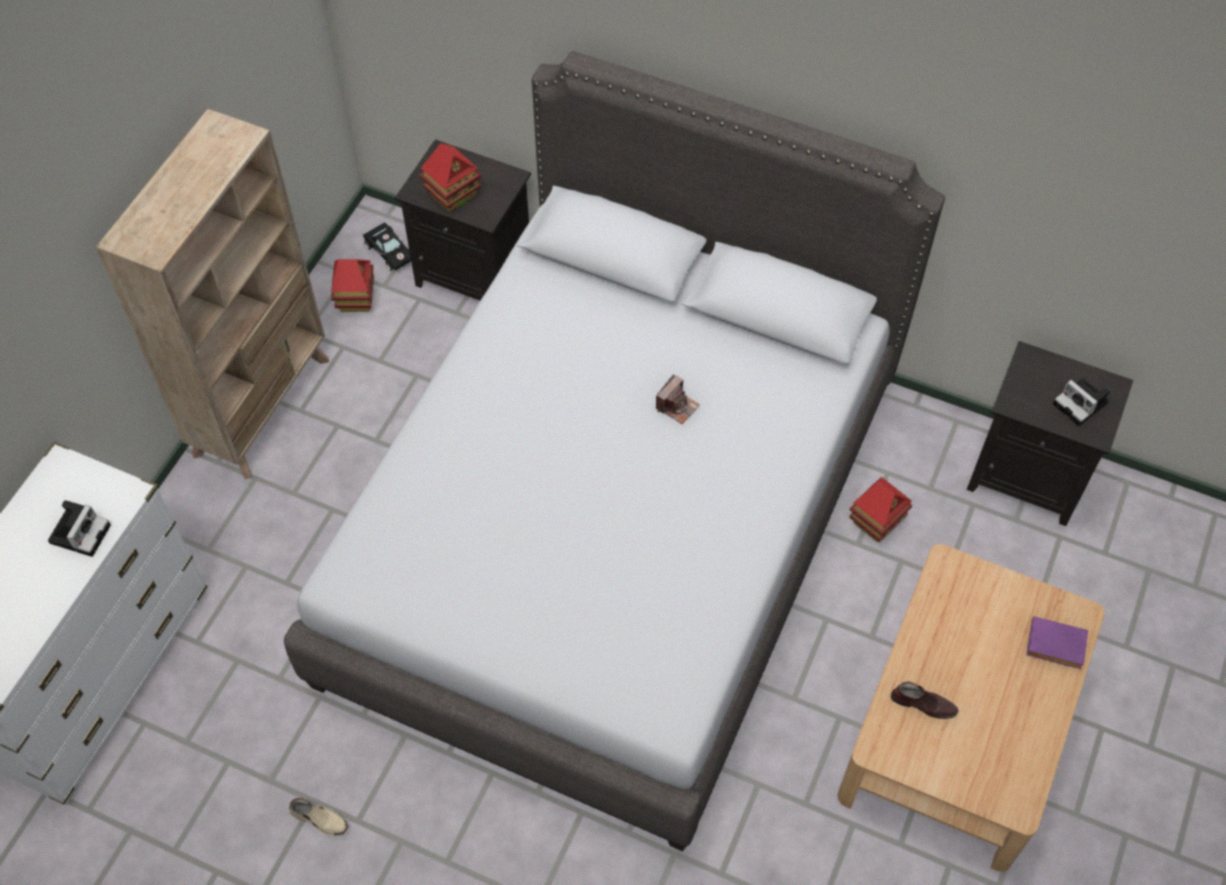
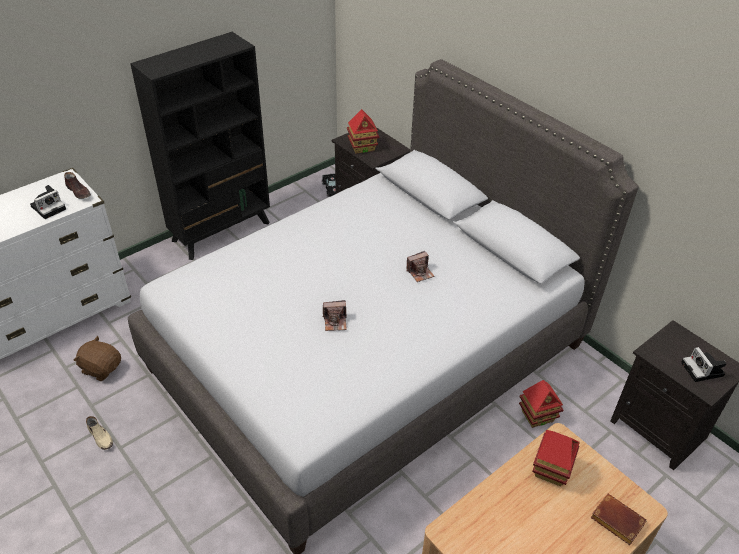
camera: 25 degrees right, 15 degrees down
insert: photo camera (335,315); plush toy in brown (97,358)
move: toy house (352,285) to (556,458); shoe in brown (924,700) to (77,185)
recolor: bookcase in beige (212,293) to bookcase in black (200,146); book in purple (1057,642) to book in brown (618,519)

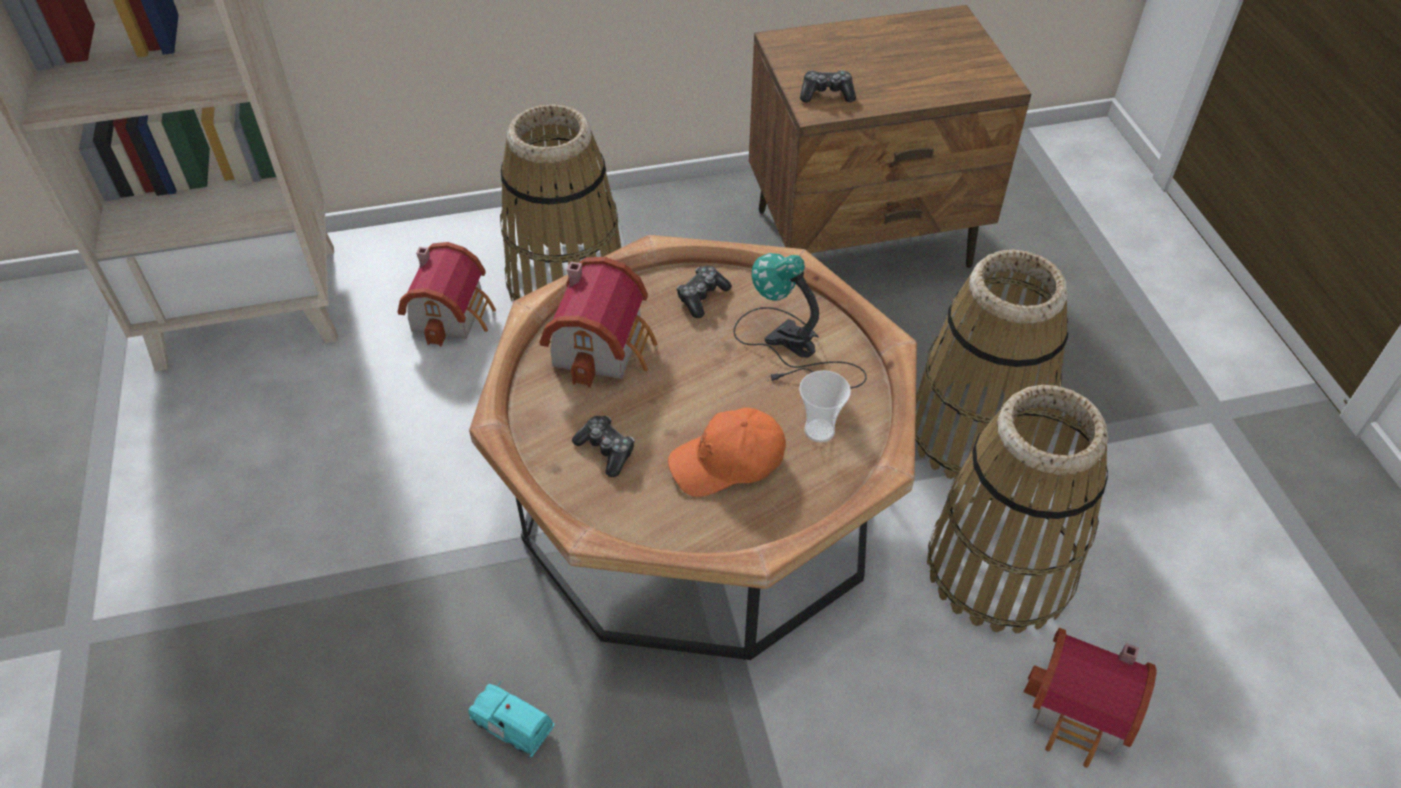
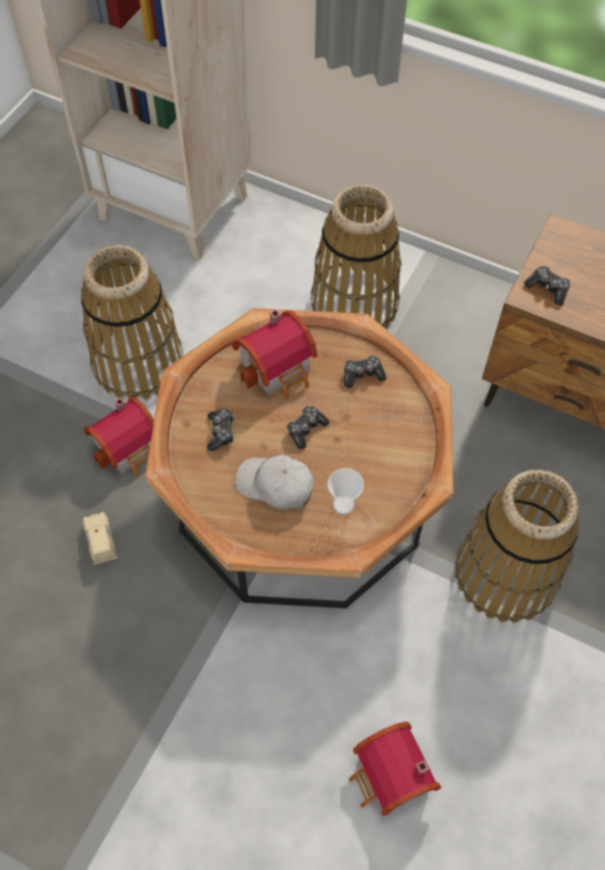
camera: 40 degrees right, 10 degrees up
delete: table lamp (800,321)
insert: game controller (308,427)
move: toy house (447,294) to (119,437); basket (1017,509) to (132,322)
recolor: cap in orange (727,452) to cap in white (275,482); toy car in turquoise (511,719) to toy car in beige (99,538)

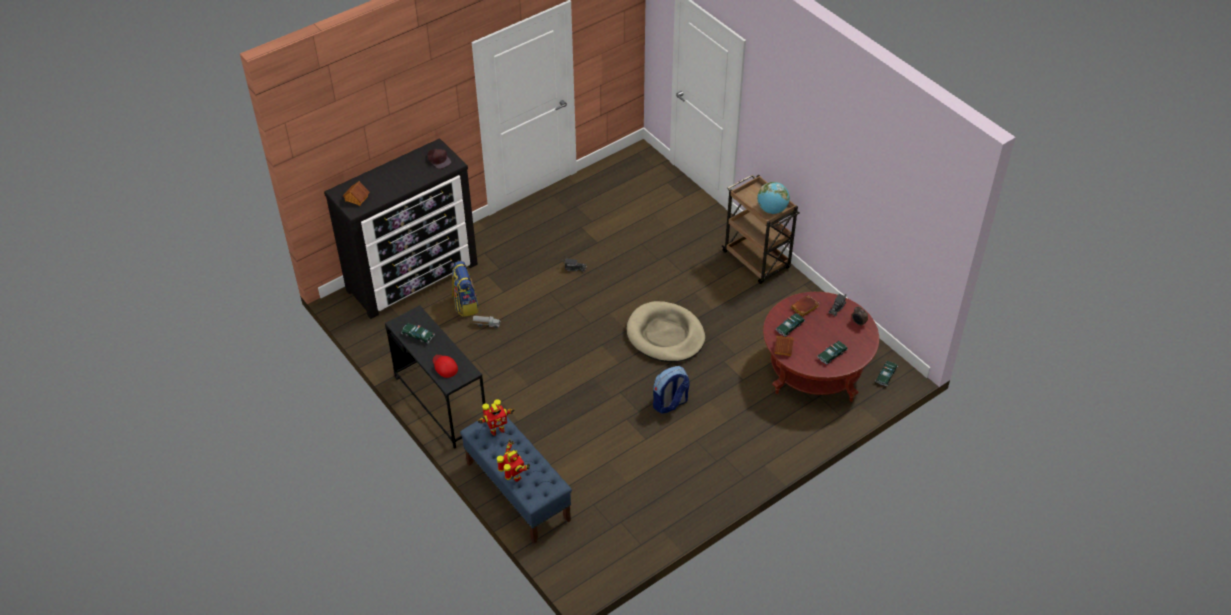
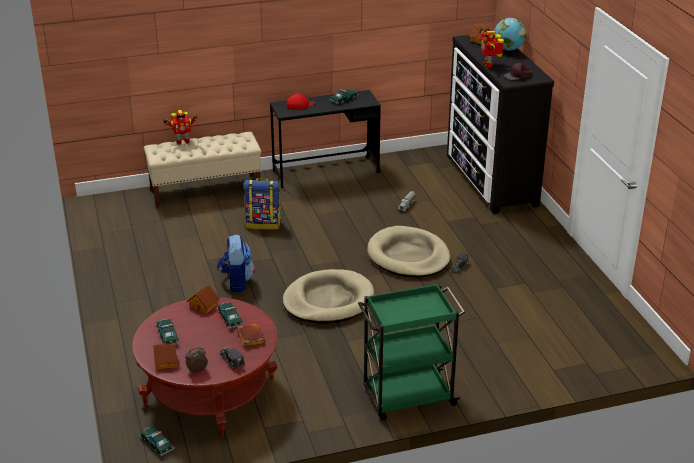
camera: 110 degrees right, 15 degrees down
insert: dog bed in beige (409,252); toy house (165,356)
move: globe (773,198) to (510,34); backpack (465,289) to (262,204); toy robot (496,417) to (491,48)
recolor: cart in brown (761,229) to cart in green (411,351); bench in blue (516,480) to bench in beige (202,169)

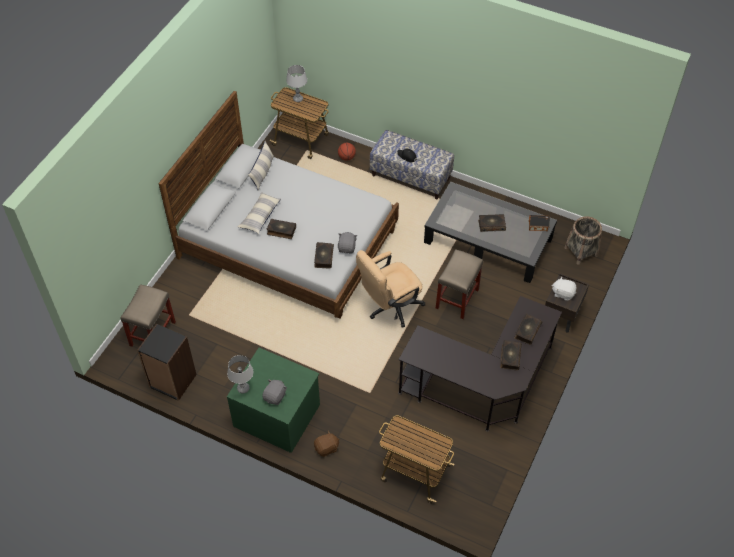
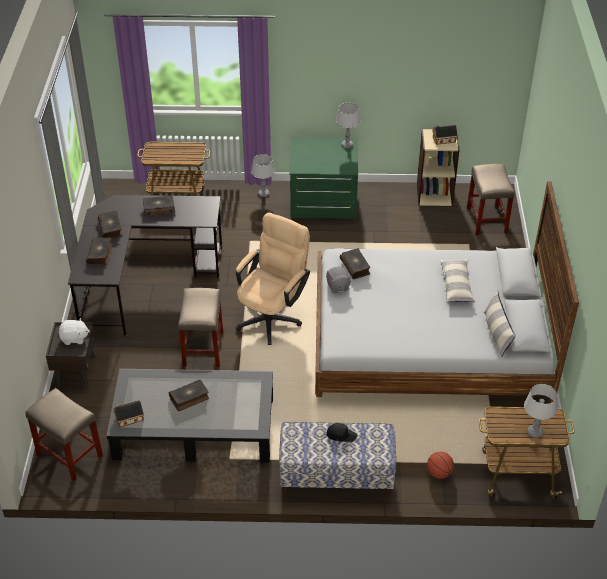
camera: 155 degrees right, 10 degrees down
delete: plush toy in grey (274,392)
insert: toy house (445,134)
move: book (281,228) to (159,205)
replace: basket (583,240) to stool in beige (64,434); plush toy in brown (327,443) to table lamp in grey (263,175)
recolor: bookcase in black (167,362) to bookcase in beige (438,167)

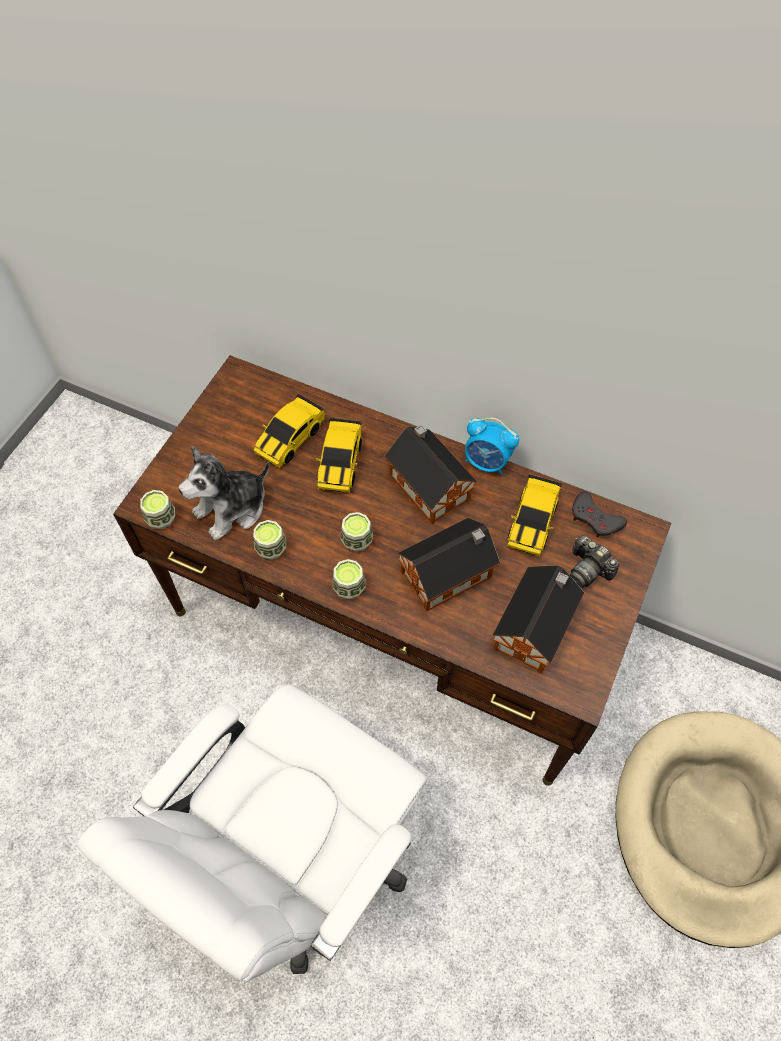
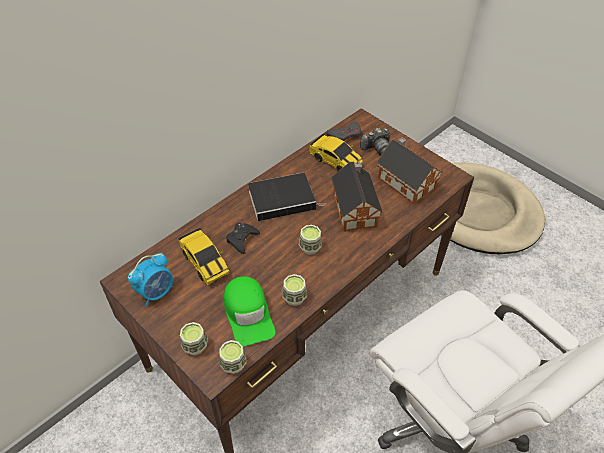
camera: 70 degrees left, 10 degrees down
move: alarm clock (492,446) to (150,279); cup (349,579) to (194,338)
replace: toy car (339,455) to game controller in black (243,238); toy house (430,474) to book (285,197); plush toy (224,493) to cap in green (249,311)

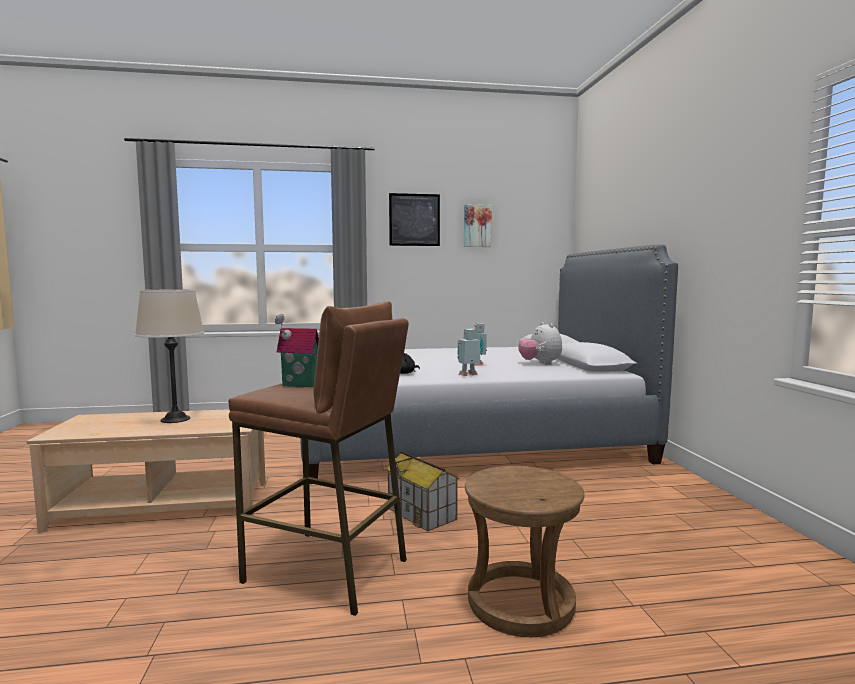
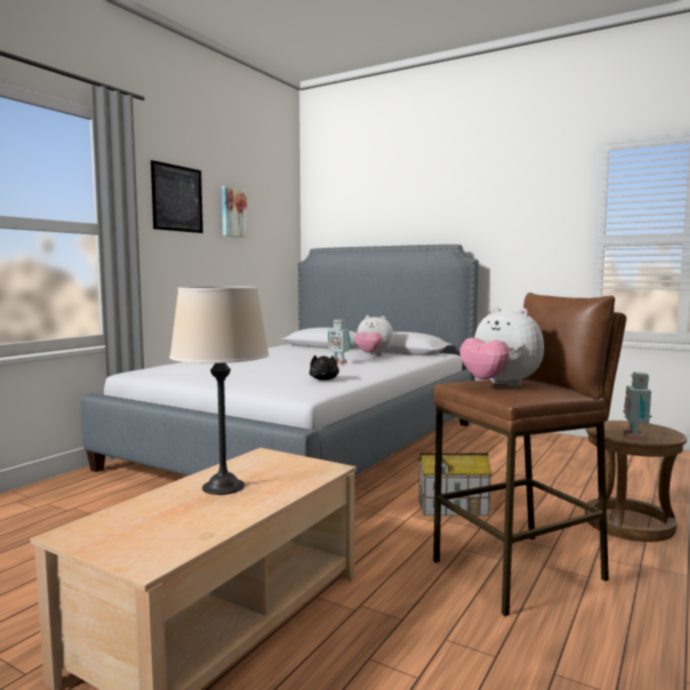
camera: 50 degrees left, 0 degrees up
move: toy robot (469,352) to (637,406)
replace: toy house (297,350) to plush toy (502,347)

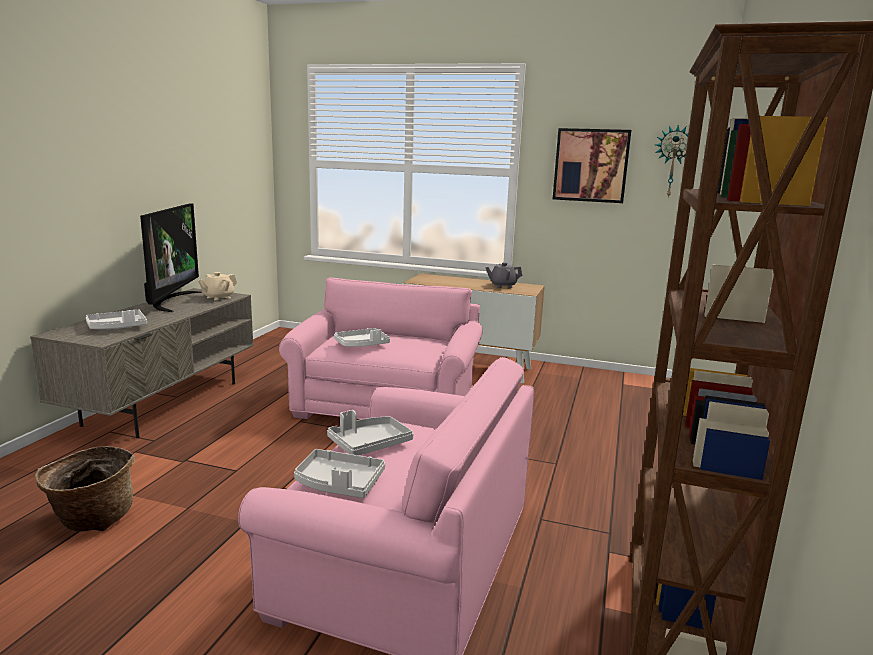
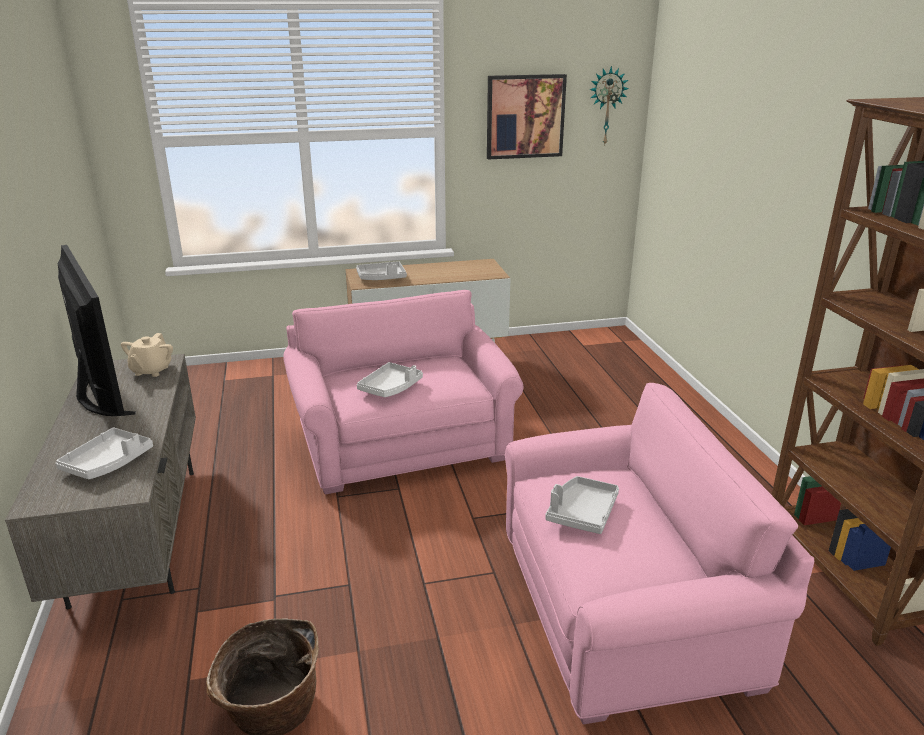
camera: 30 degrees left, 10 degrees up
delete: teapot in grey (503,275)
move: tray in grey (339,473) to (381,270)

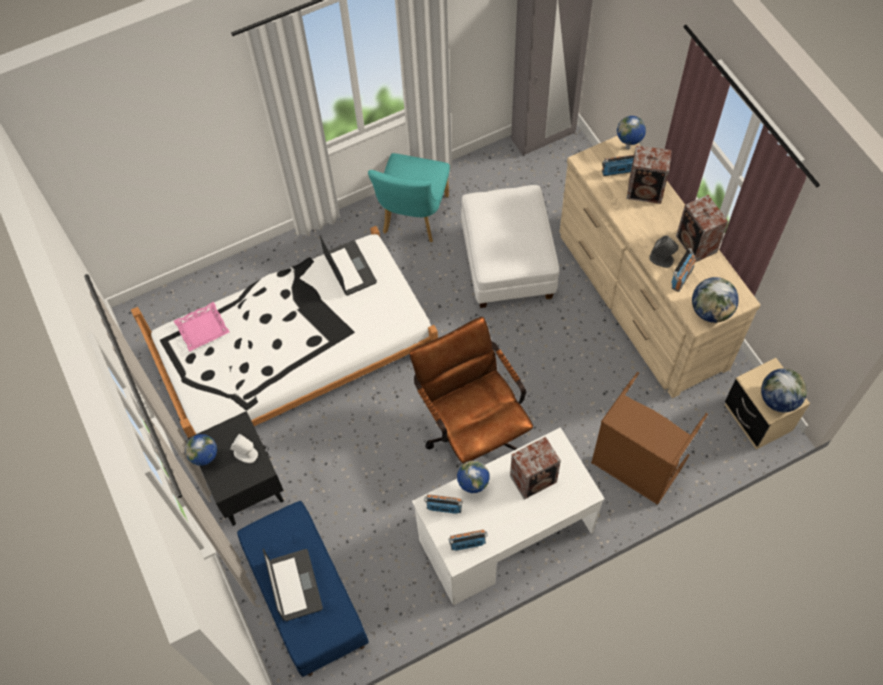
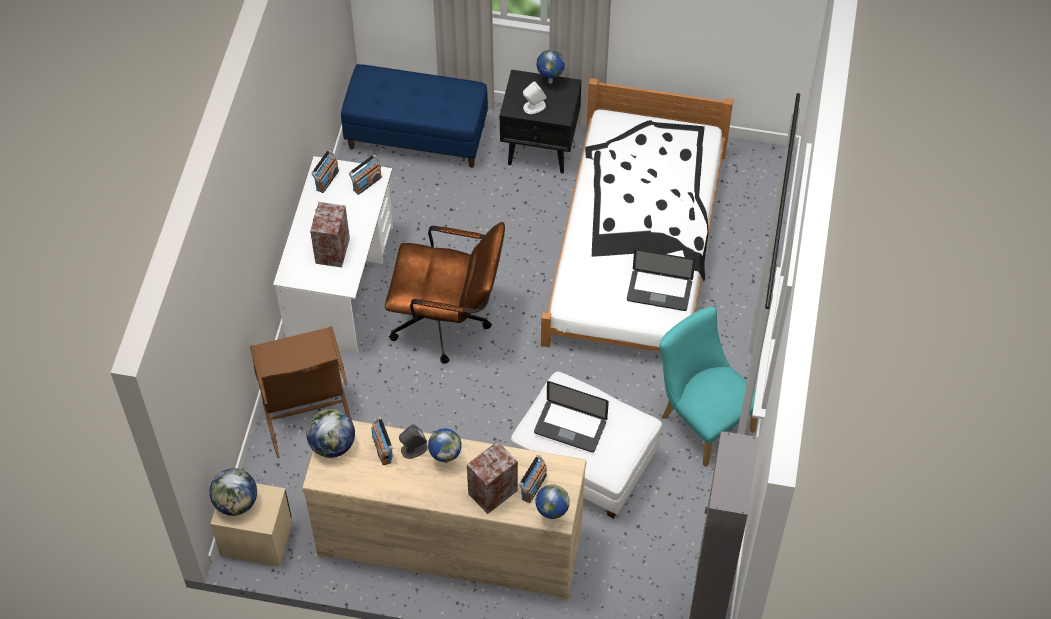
camera: 125 degrees right, 5 degrees down
delete: speaker (702,228); tray in pink (202,327)
move: globe (473,476) to (445,445); laptop (293,584) to (571,417)

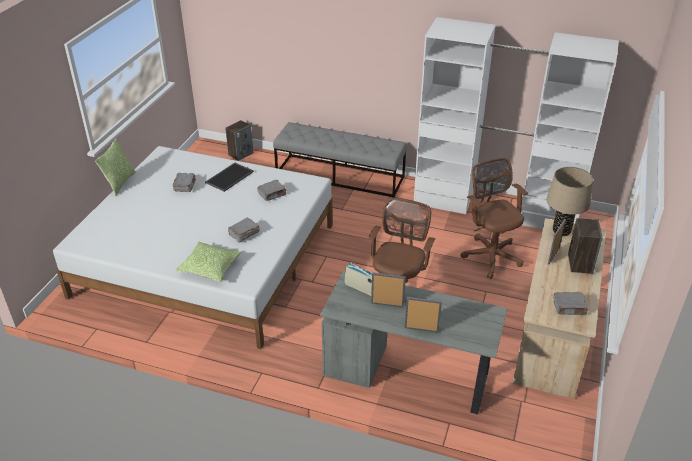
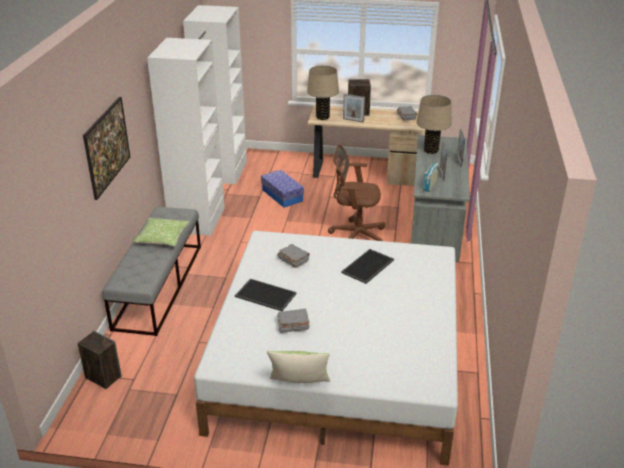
camera: 100 degrees left, 5 degrees down
insert: table lamp in beige (434,124); picture (106,148)
move: pillow (208,262) to (161,232)
replace: office chair in brown (494,218) to storage box (282,189); book in grey (244,230) to tray (367,266)

